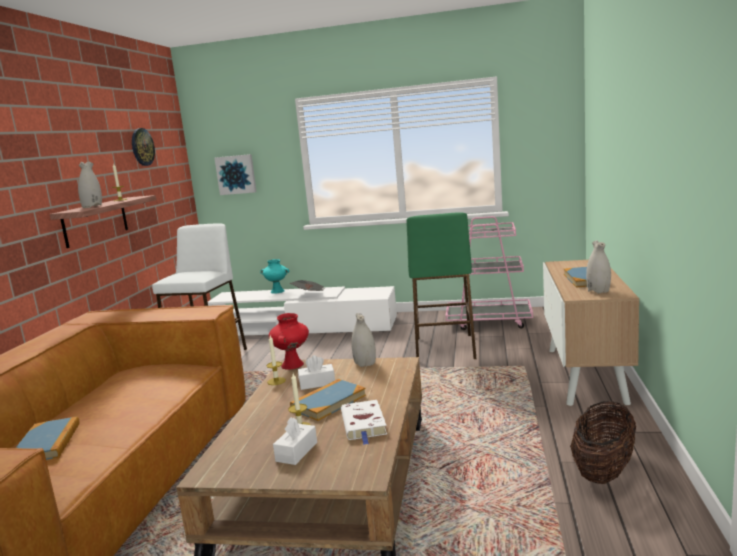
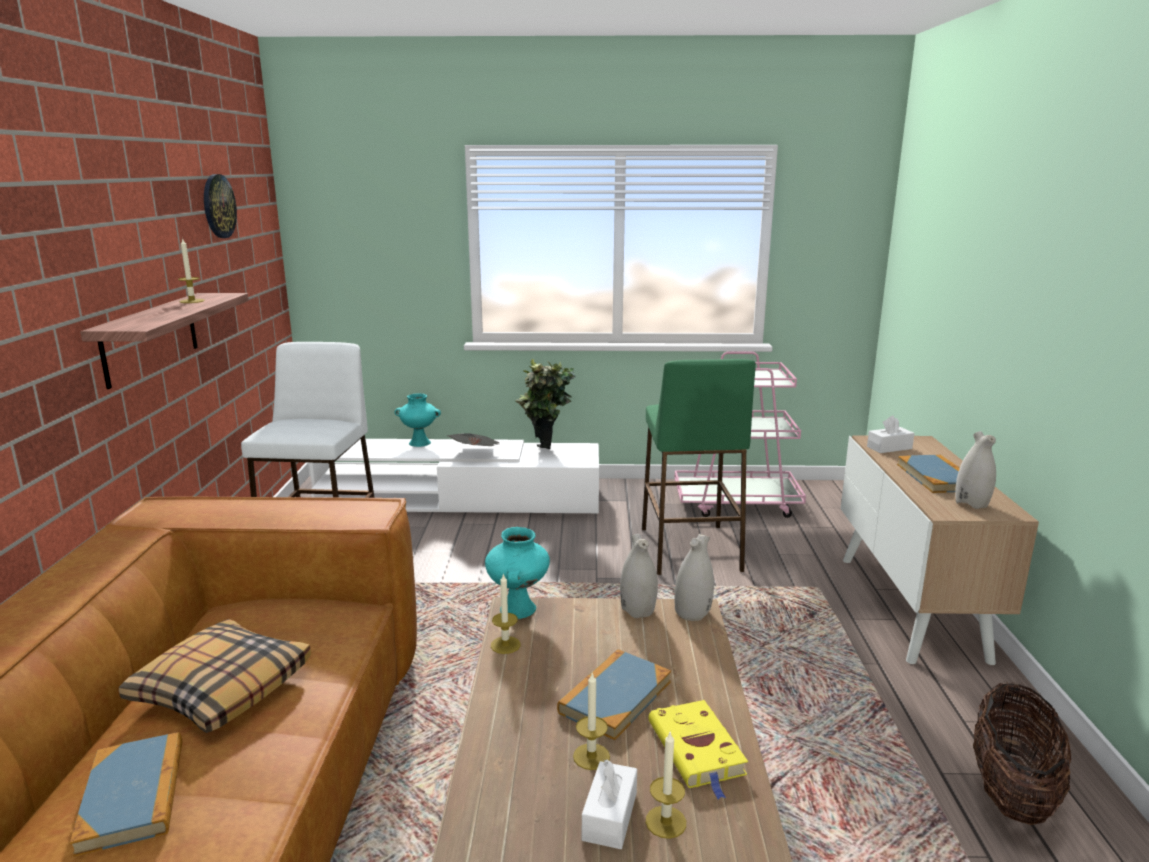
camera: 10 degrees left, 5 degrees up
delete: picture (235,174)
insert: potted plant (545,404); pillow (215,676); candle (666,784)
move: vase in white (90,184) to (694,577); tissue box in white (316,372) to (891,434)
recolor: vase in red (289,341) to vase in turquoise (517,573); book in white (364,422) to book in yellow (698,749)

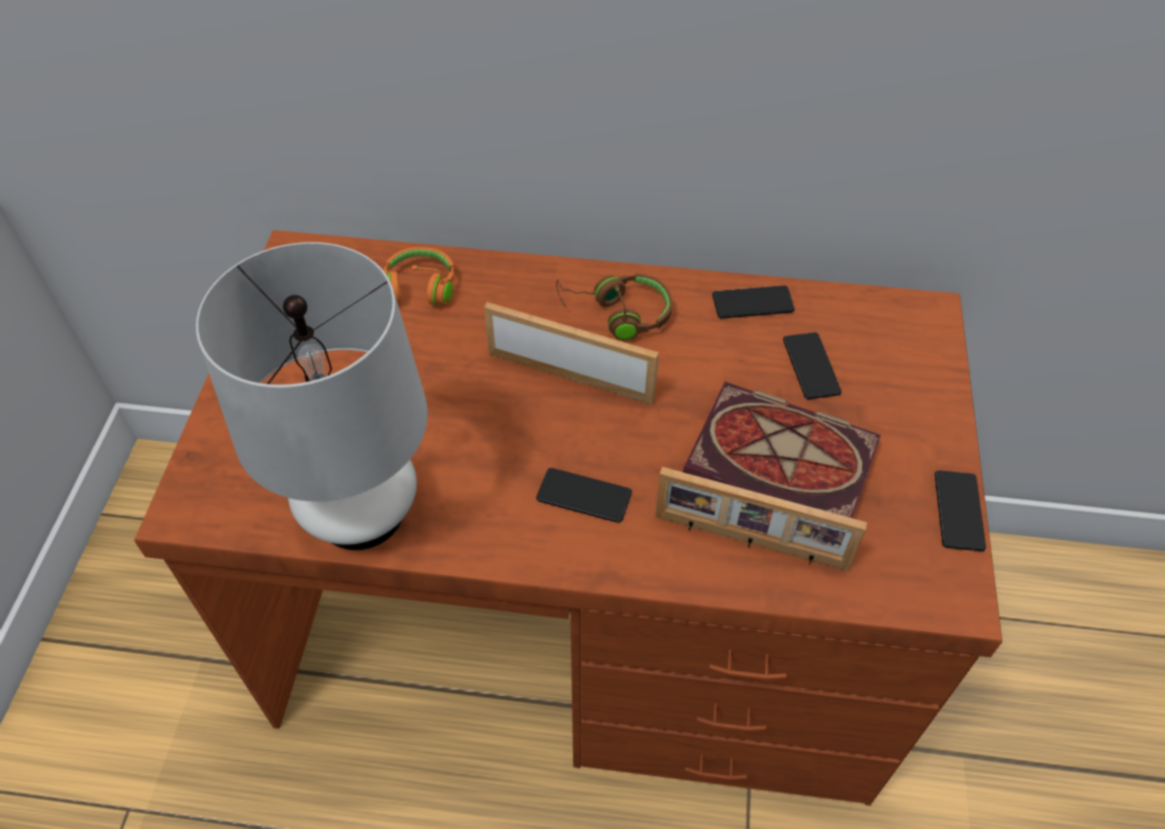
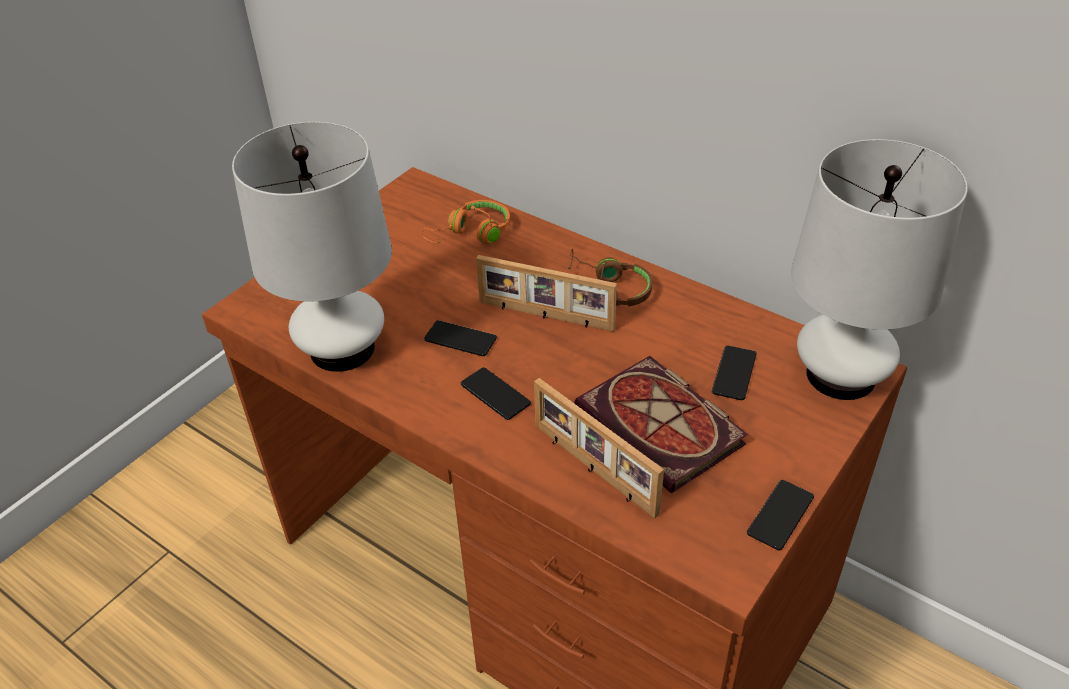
camera: 30 degrees right, 10 degrees down
insert: table lamp in white (879,269)
move: phone (753,302) to (460,338)
rotate: picture frame (571,353) = (546,293) 150 degrees clockwise

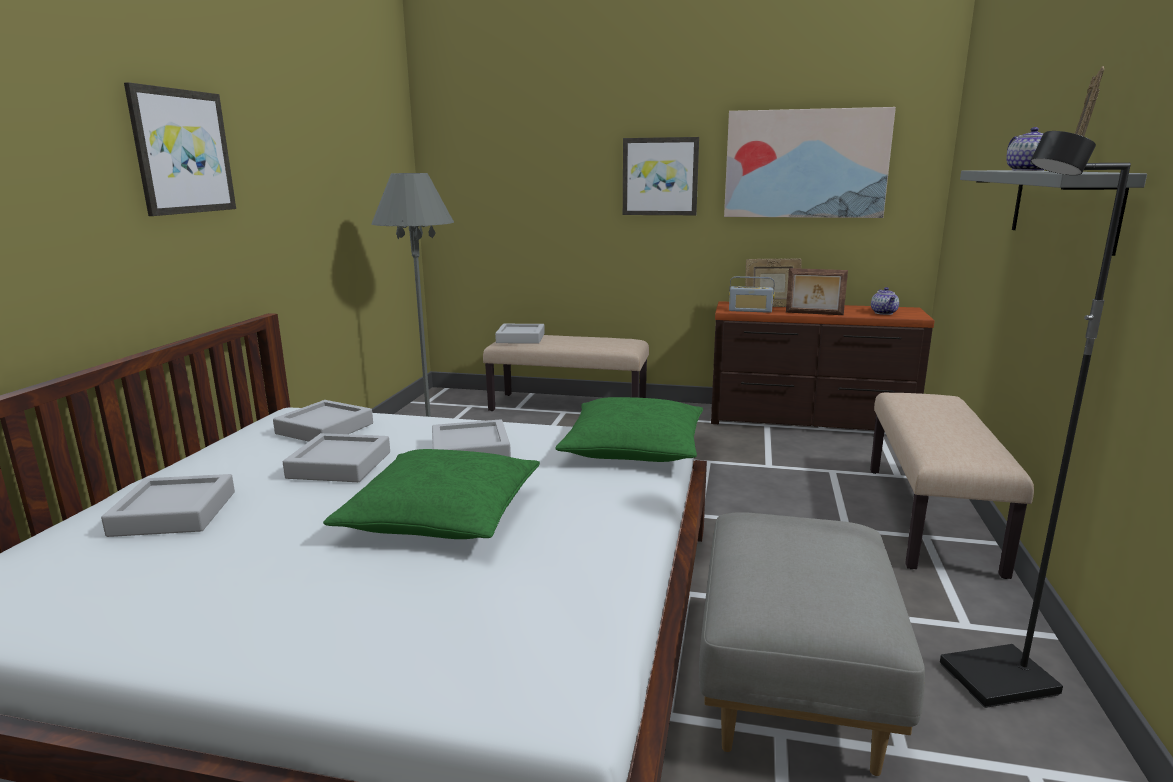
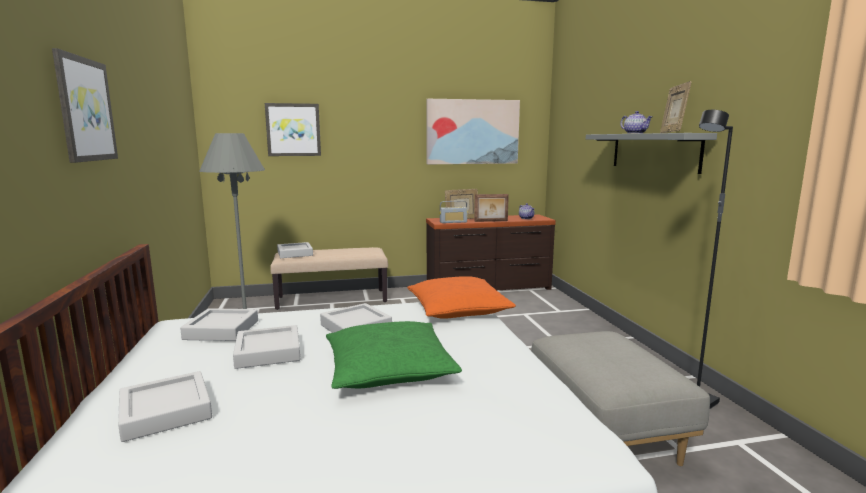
camera: 25 degrees left, 5 degrees down
delete: bench in beige (952,486)
move: picture (661,176) to (293,129)
recolor: pillow in green (629,429) to pillow in orange (461,297)

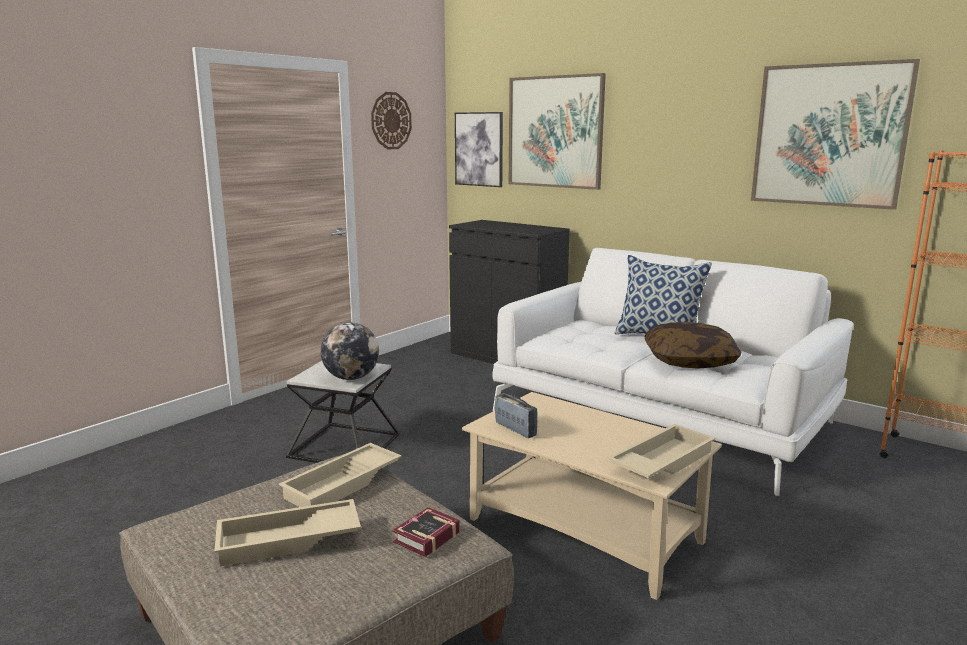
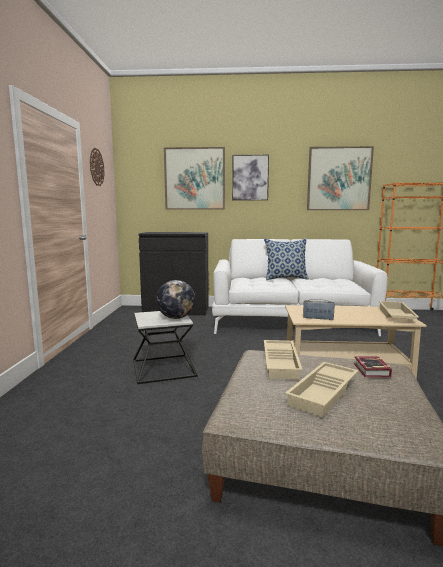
camera: 35 degrees left, 5 degrees down
delete: pillow (692,345)
move: picture (479,149) to (250,177)

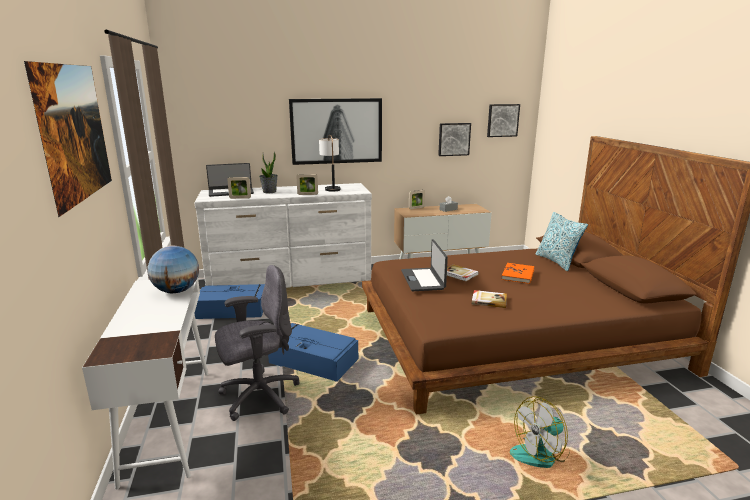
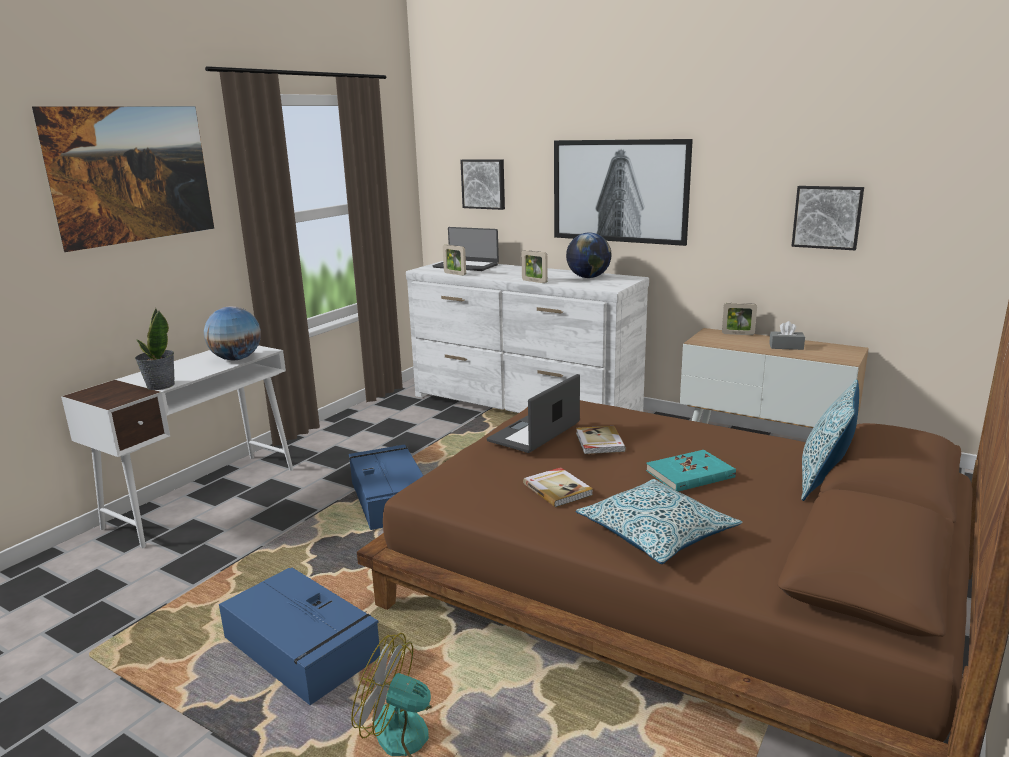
camera: 45 degrees right, 0 degrees up
delete: office chair in grey (257,343)
insert: pillow (659,521)
move: picture (503,120) to (482,184); potted plant (268,172) to (155,349); storage box in blue (229,301) to (299,636)
replace: table lamp (329,163) to globe (589,255)
recolor: book in orange (517,273) to book in turquoise (691,471)

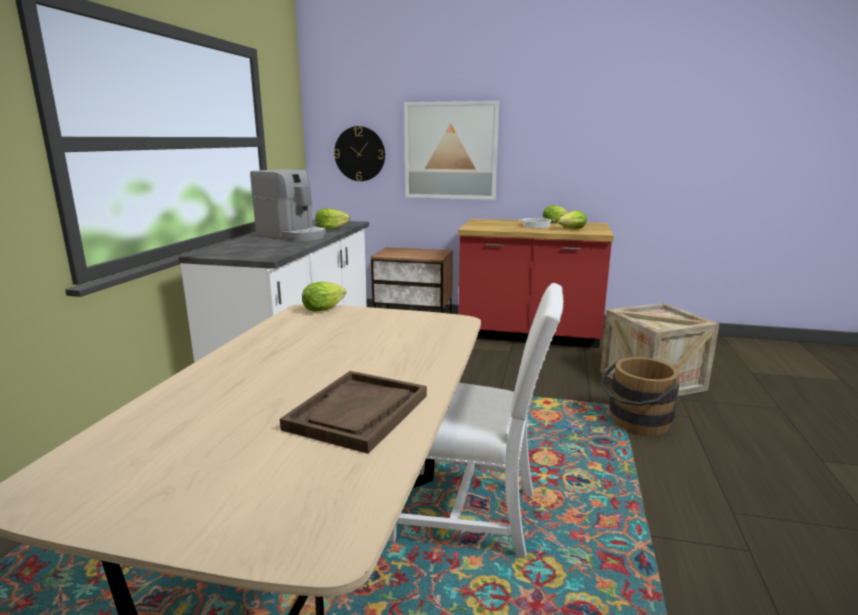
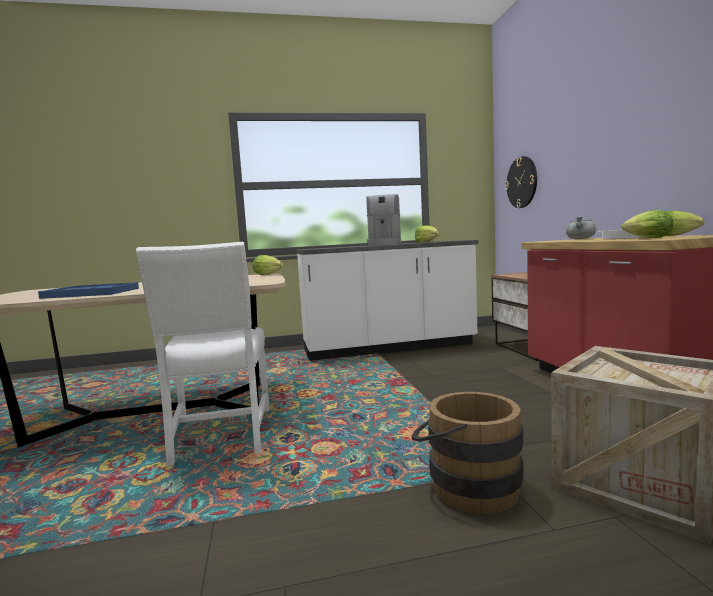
camera: 65 degrees right, 10 degrees down
delete: picture (451,150)
insert: cooking pot in grey (581,227)
recolor: tray in brown (353,412) to tray in blue (88,290)

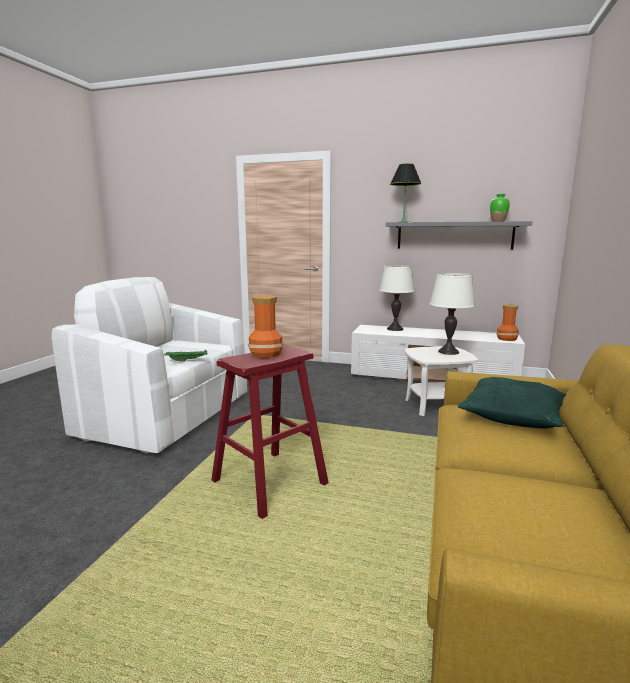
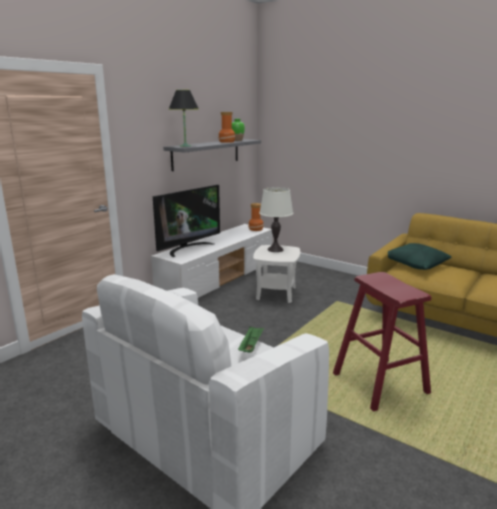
camera: 70 degrees left, 5 degrees up
move: vase (266,326) to (226,127)
replace: table lamp in white (397,298) to television (186,221)

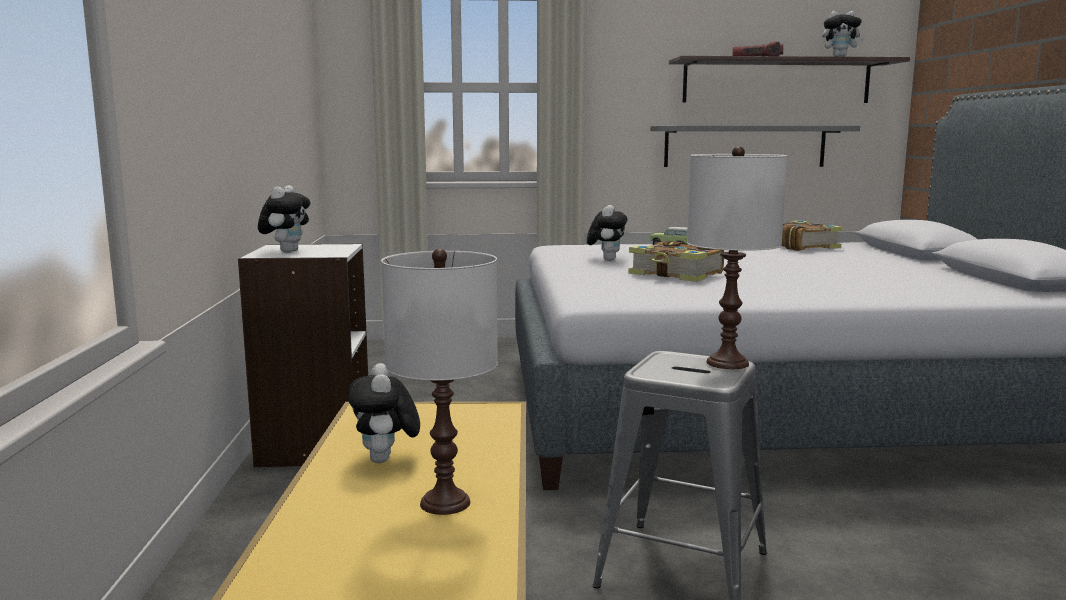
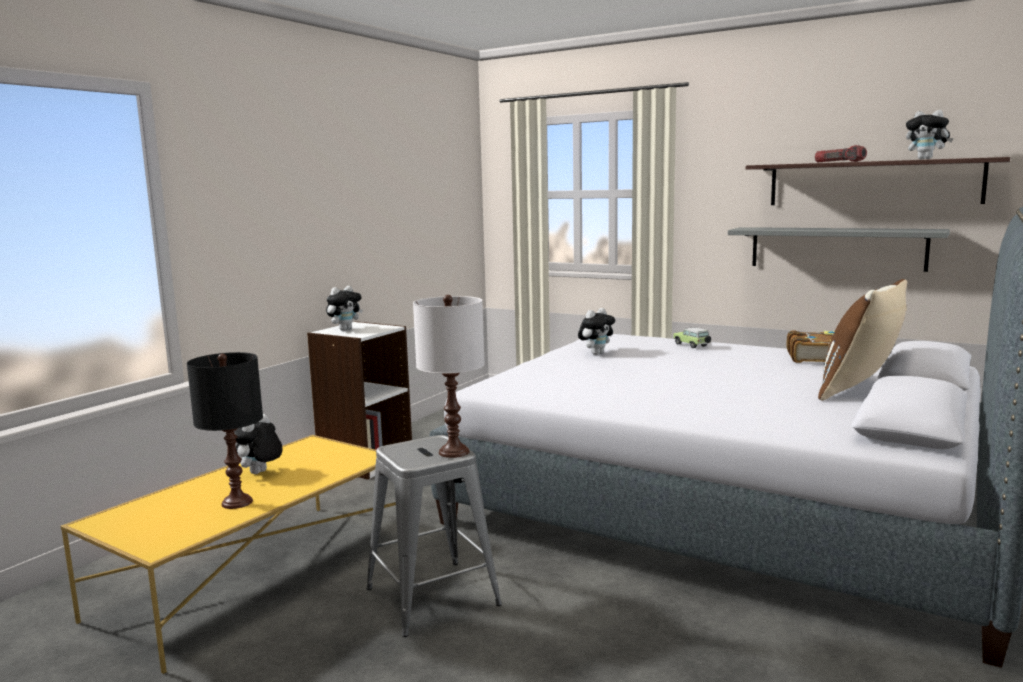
camera: 35 degrees right, 0 degrees up
delete: book (676,261)
insert: pillow in brown (862,340)
recolor: table lamp in white (439,381) to table lamp in black (225,430)

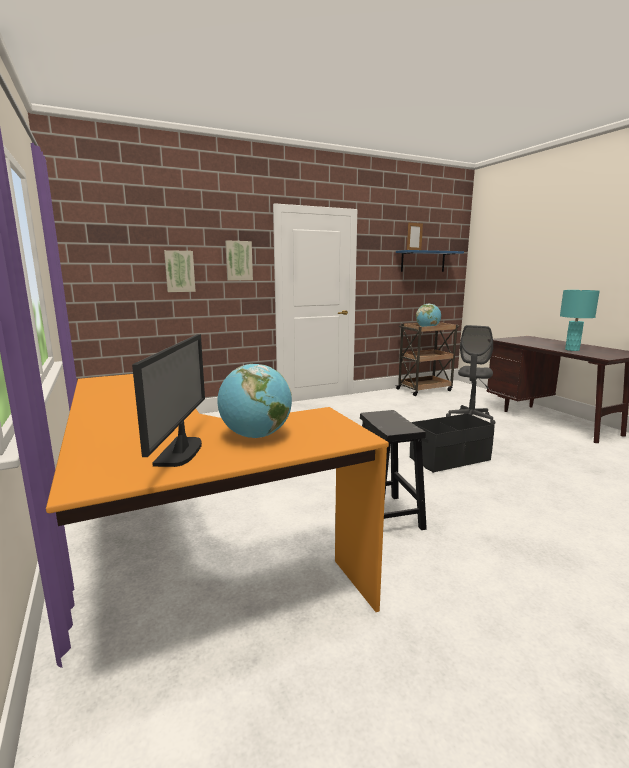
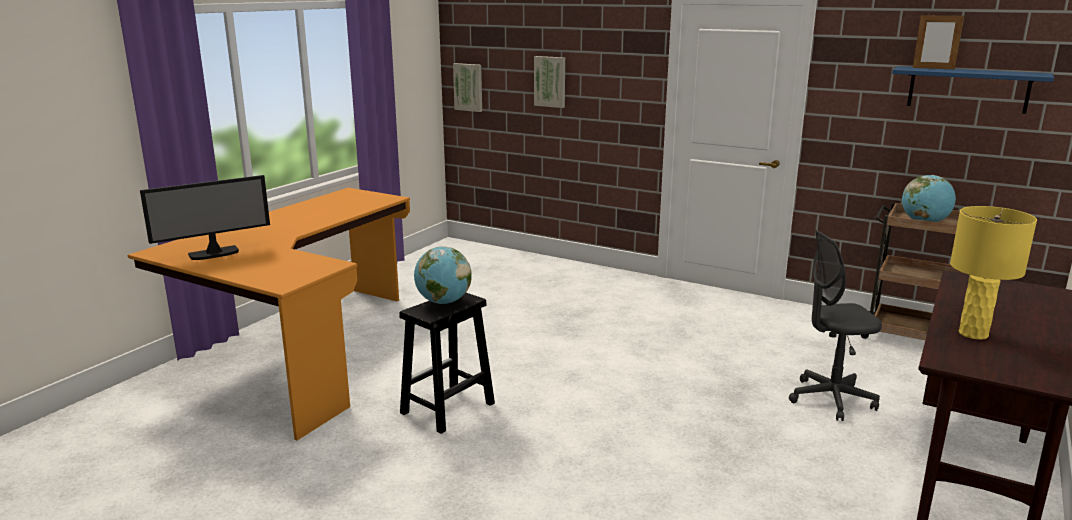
camera: 55 degrees right, 5 degrees up
delete: storage box in black (452,443)
move: picture (239,260) to (467,87); globe (254,401) to (443,275)
recolor: table lamp in turquoise (579,320) to table lamp in yellow (993,273)

